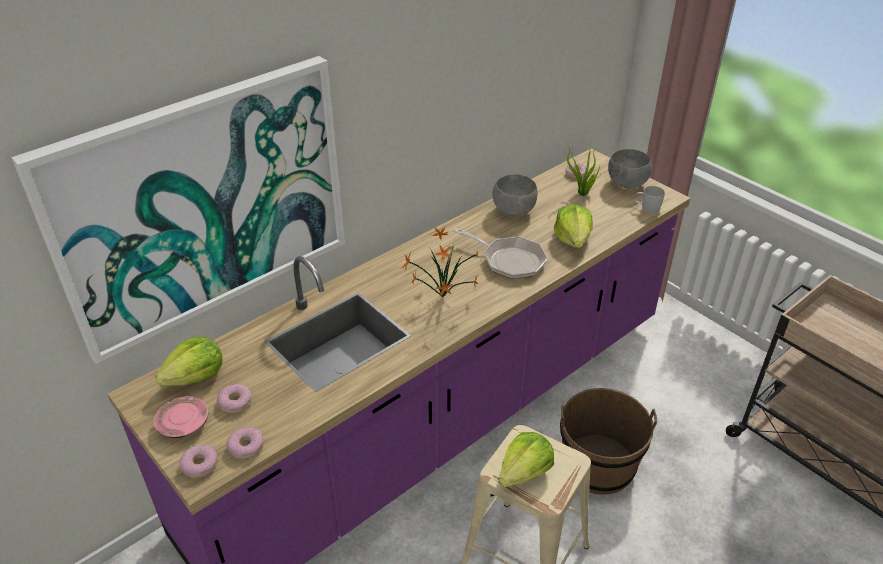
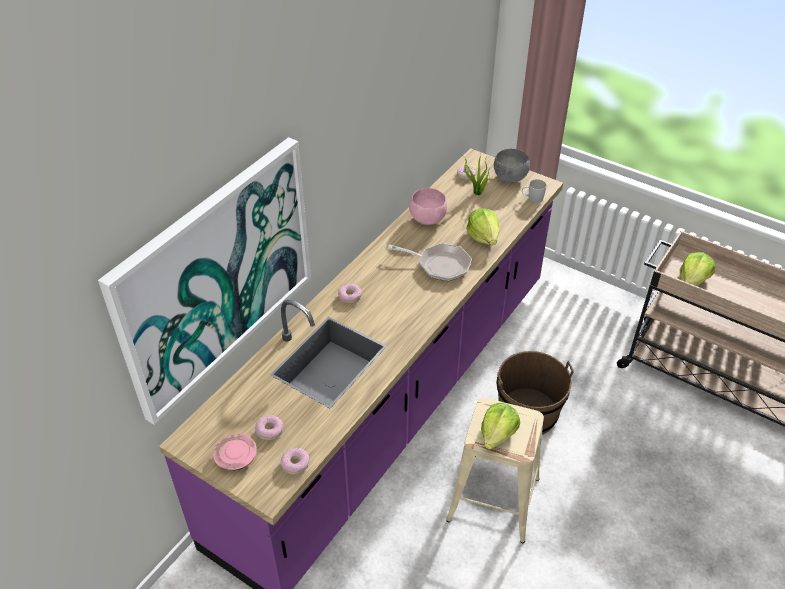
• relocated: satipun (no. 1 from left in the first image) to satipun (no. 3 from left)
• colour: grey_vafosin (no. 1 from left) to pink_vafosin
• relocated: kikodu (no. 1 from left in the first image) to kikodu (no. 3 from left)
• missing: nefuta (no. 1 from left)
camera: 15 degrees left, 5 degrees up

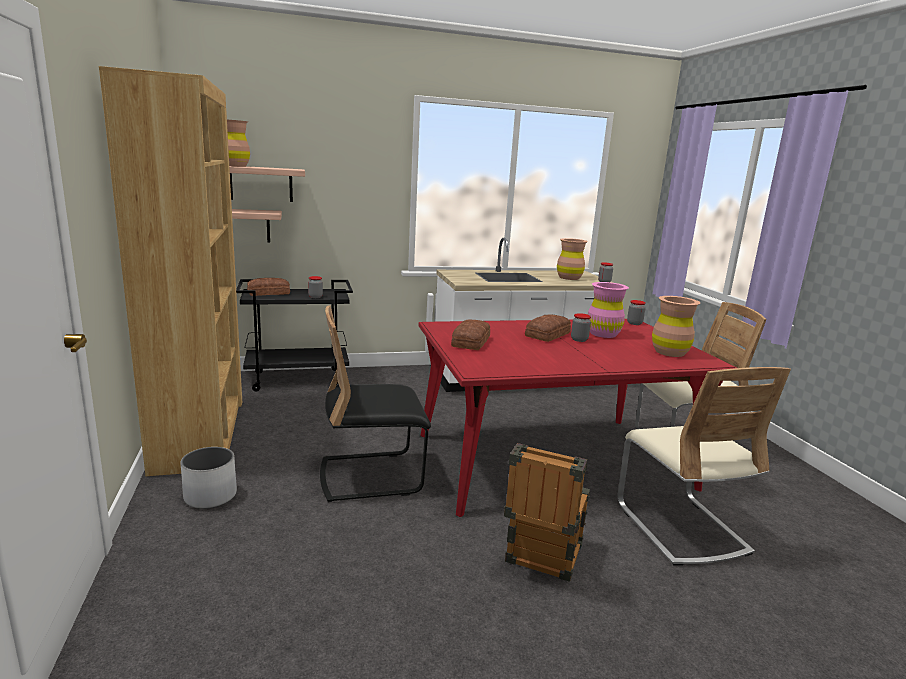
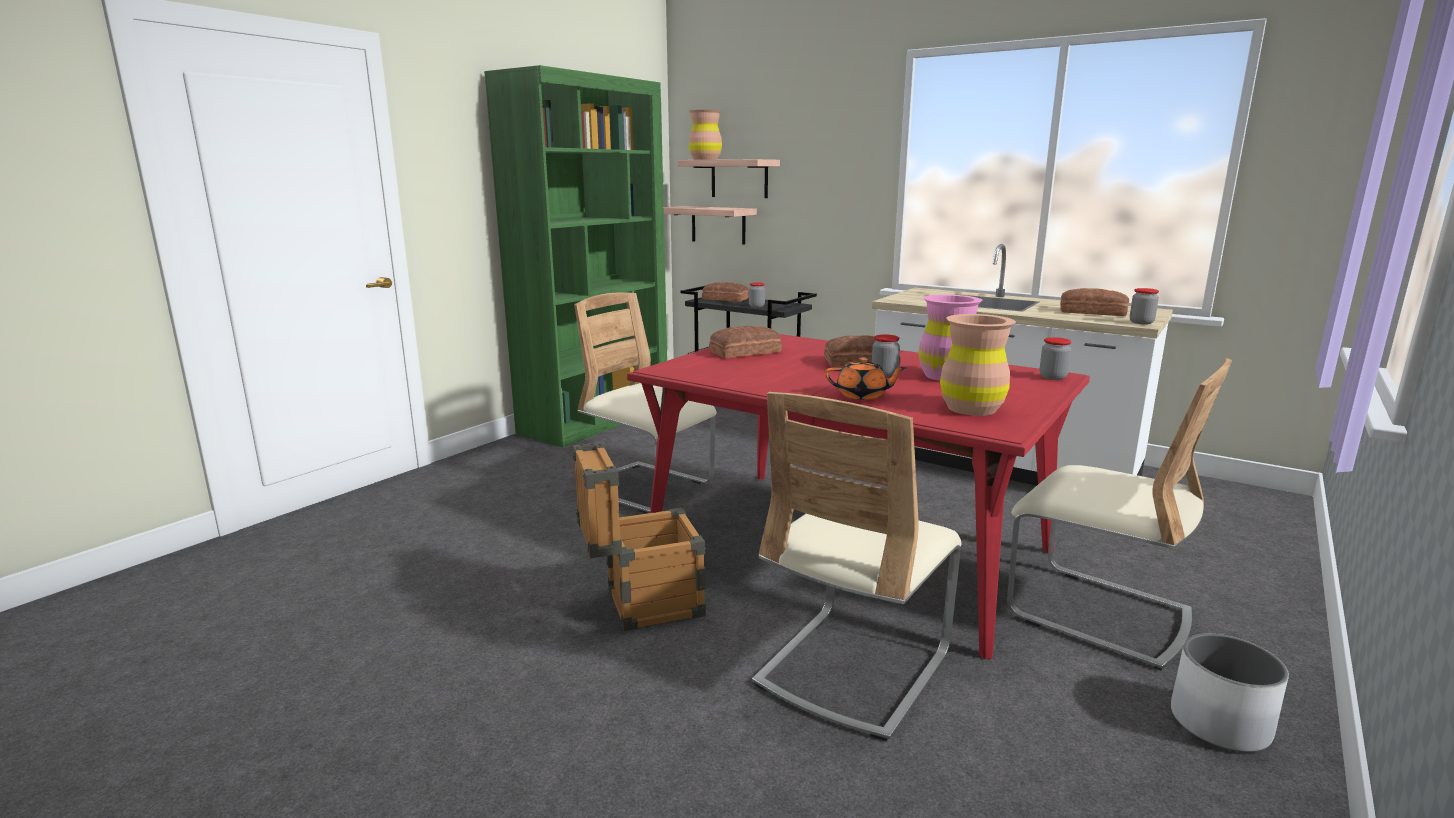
• colour: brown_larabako to green_larabako
• colour: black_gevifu to beige_gevifu (no. 1 from left)
• appeared: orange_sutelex
• exchanged: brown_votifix (no. 2 from left) to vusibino (no. 4 from left)
• relocated: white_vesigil
camera: 50 degrees right, 0 degrees up

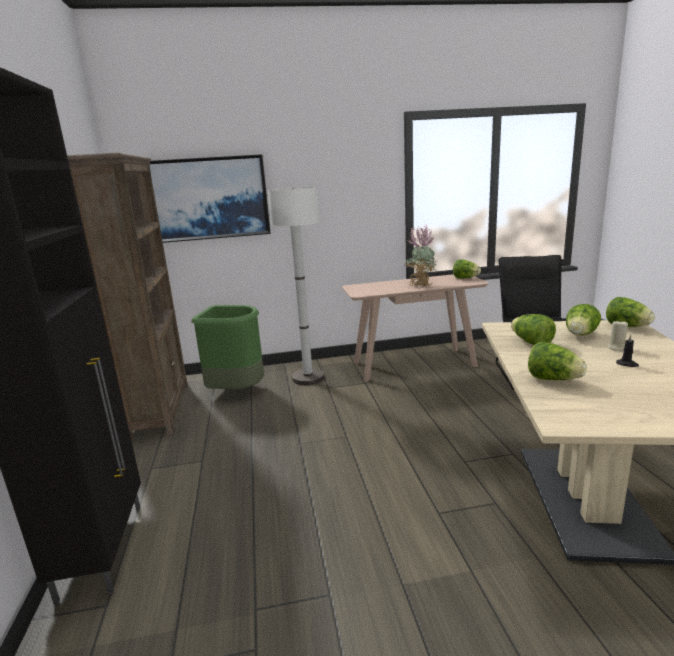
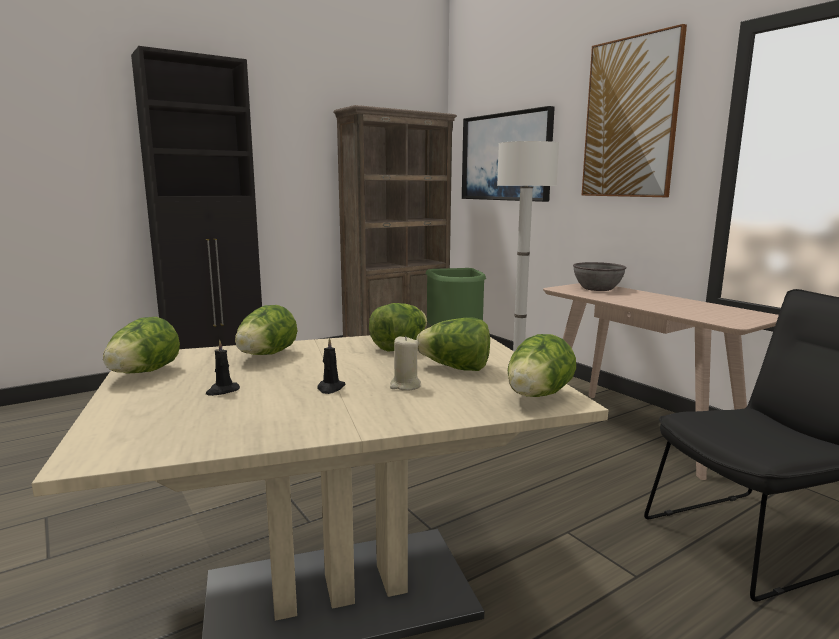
• relocated: kikodu (no. 1 from left)
• appeared: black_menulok (no. 1 from left)
• appeared: grey_vafosin
• appeared: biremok (no. 2 from left)
• missing: nefuta
camera: 65 degrees right, 5 degrees down

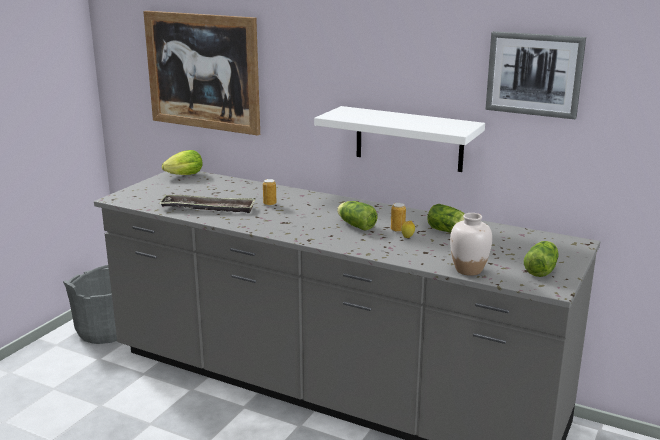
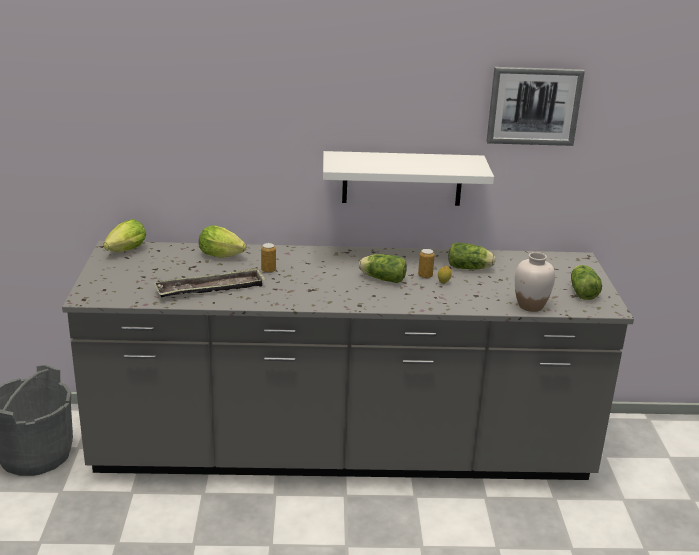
• appeared: kikodu (no. 2 from left)
• missing: biremok (no. 1 from left)
camera: 30 degrees left, 5 degrees up

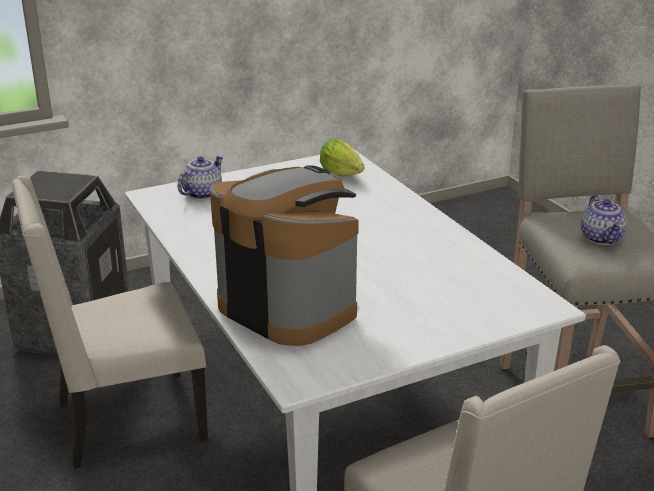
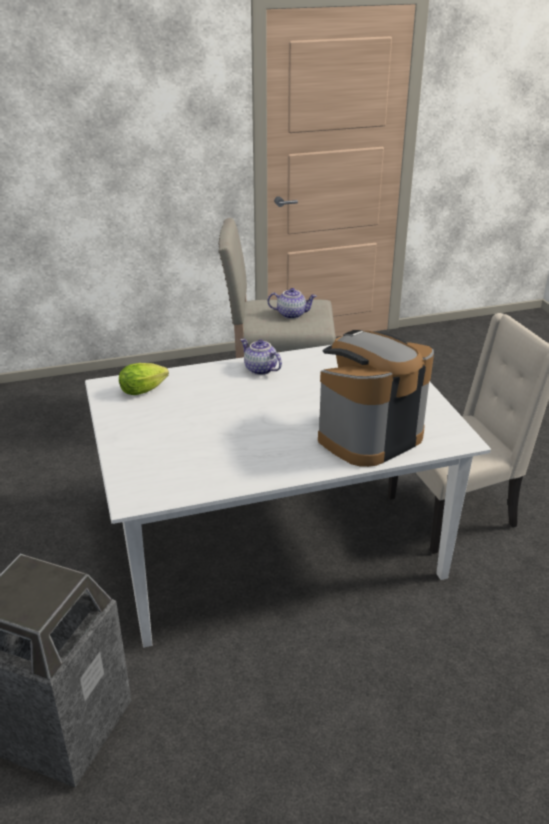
• relocated: sutelex (no. 1 from left)
• missing: beige_gevifu (no. 1 from left)
camera: 80 degrees left, 5 degrees up

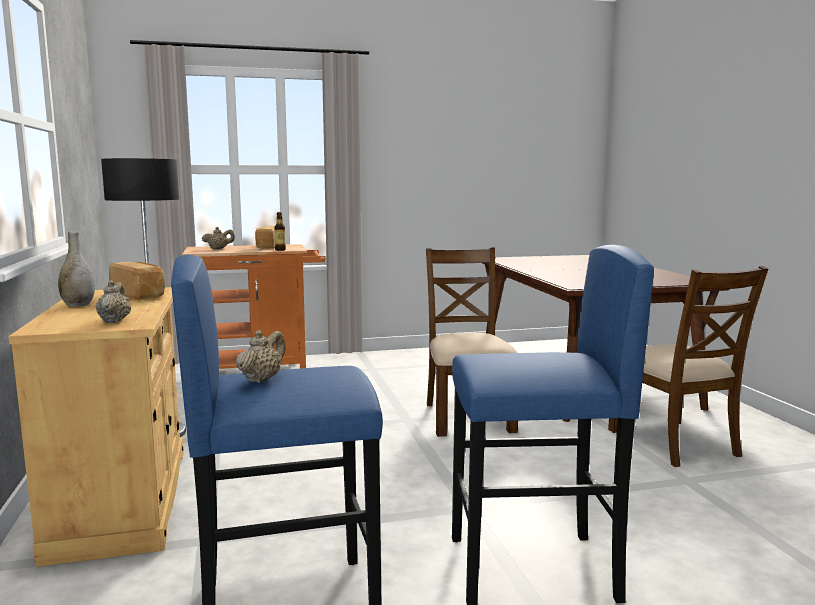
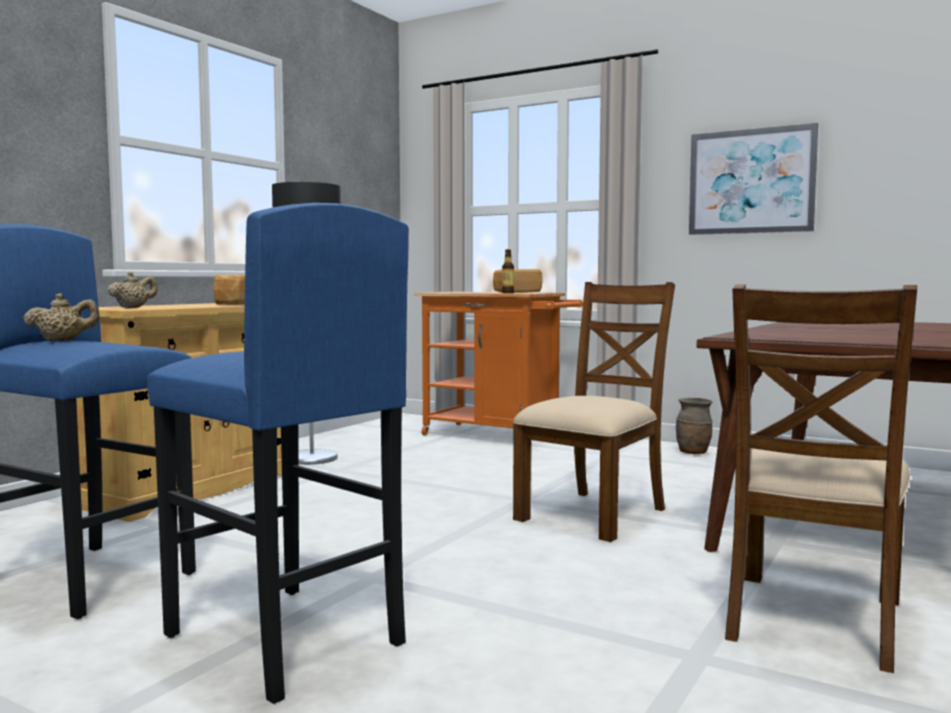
• appeared: brown_votifix
• appeared: biremok
• missing: grey_votifix
• missing: beige_sutelex (no. 2 from left)
camera: 45 degrees right, 5 degrees down

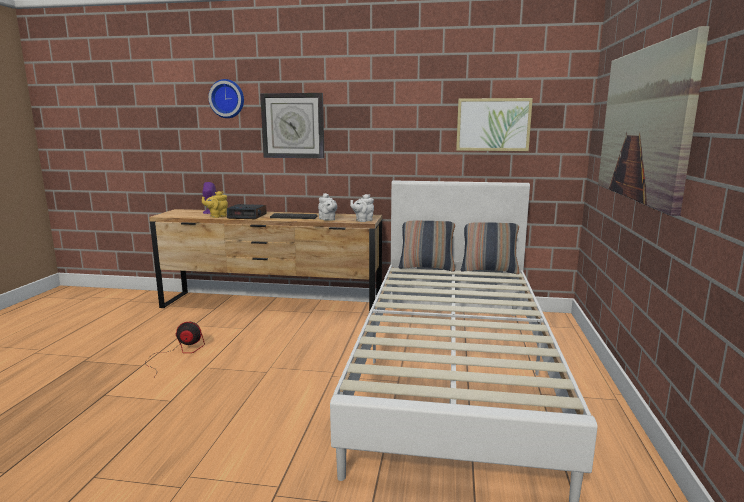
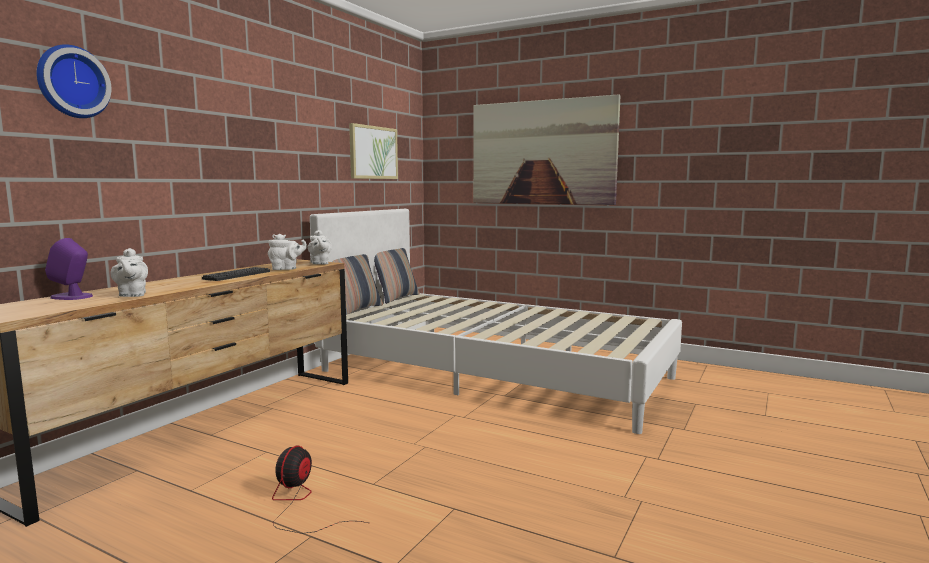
• colour: yellow_sutelex to white_sutelex (no. 1 from left)
• missing: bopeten
• missing: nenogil (no. 2 from left)
camera: 70 degrees left, 5 degrees down

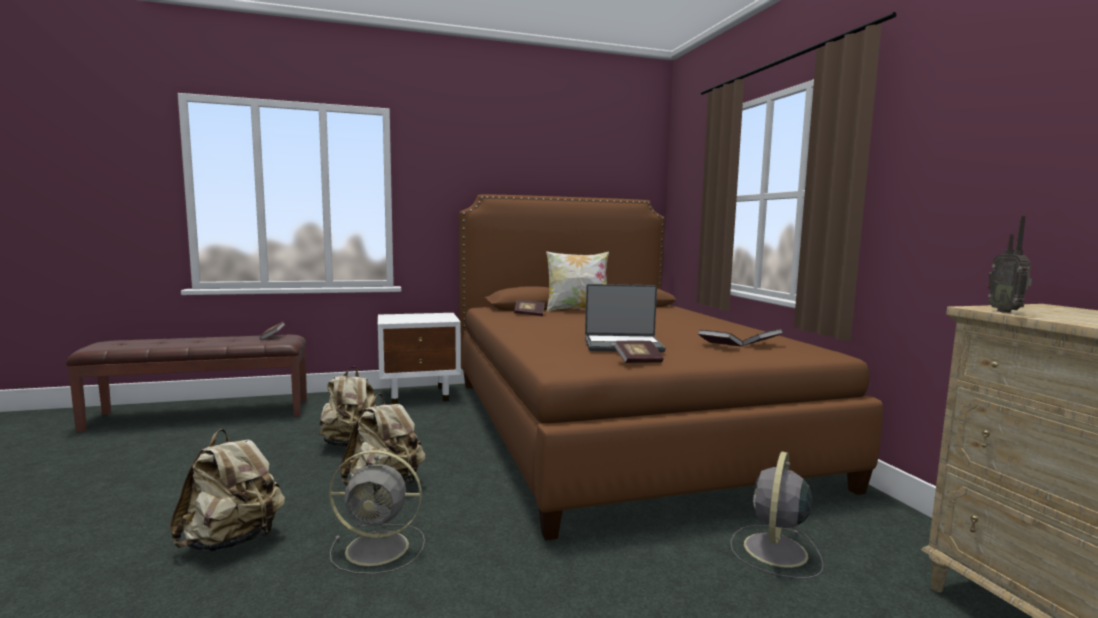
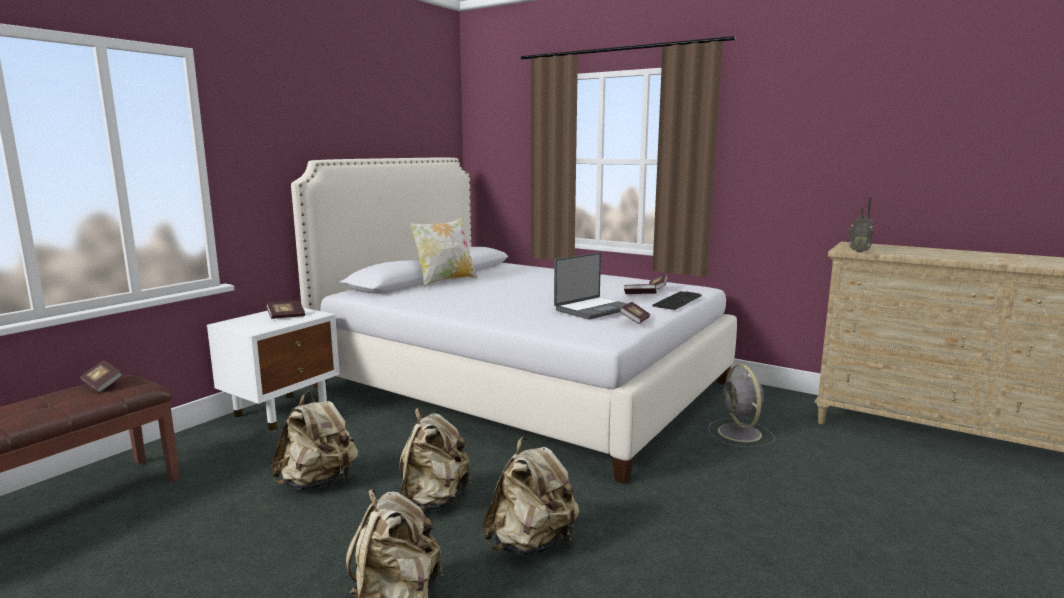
• relocated: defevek (no. 2 from left)
• colour: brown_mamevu to white_mamevu
• exchanged: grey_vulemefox (no. 1 from left) to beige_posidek (no. 4 from left)
• appeared: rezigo
camera: 40 degrees left, 5 degrees up

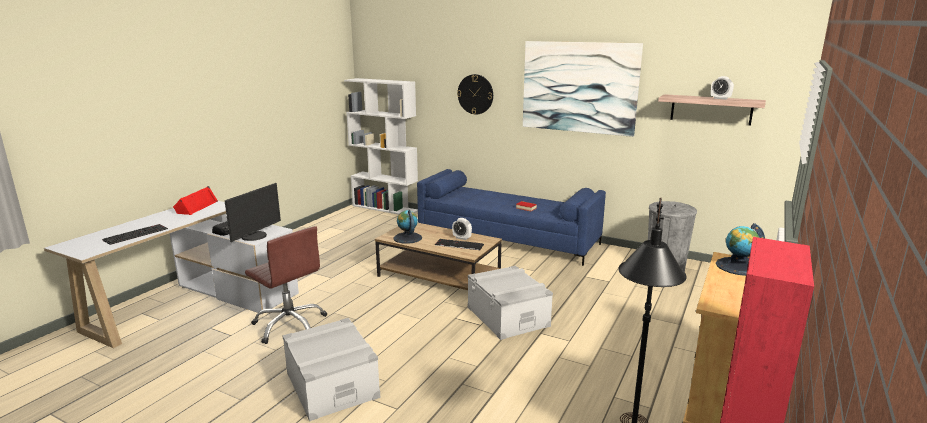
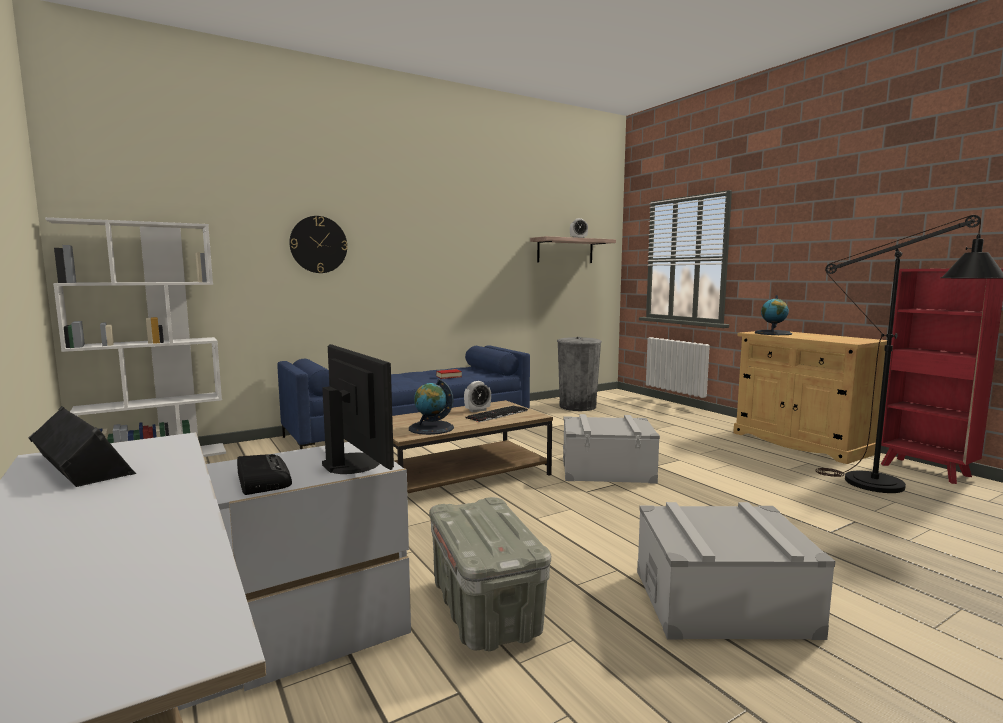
• colour: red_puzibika to black_puzibika
• exchanged: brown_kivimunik to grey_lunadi (no. 1 from left)
• missing: rezigo (no. 1 from left)
• missing: biremok
camera: 60 degrees left, 10 degrees down

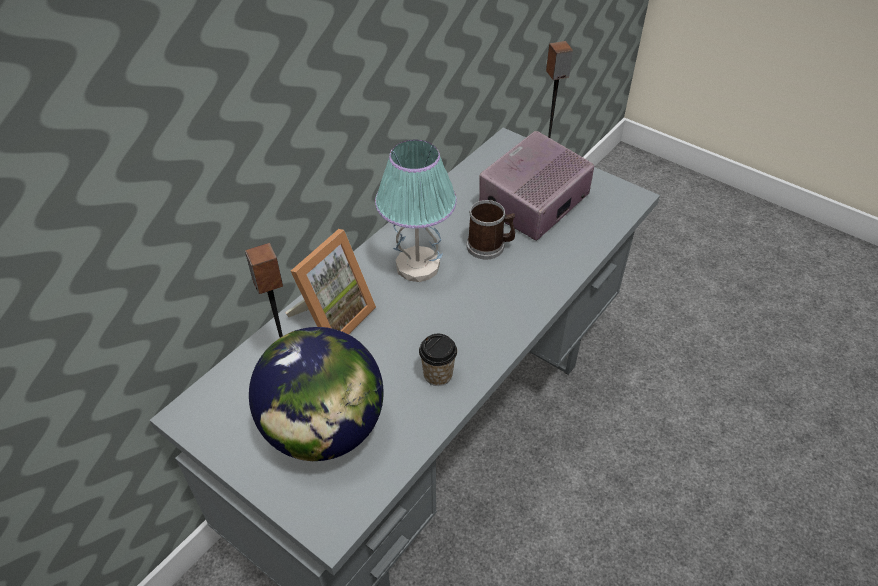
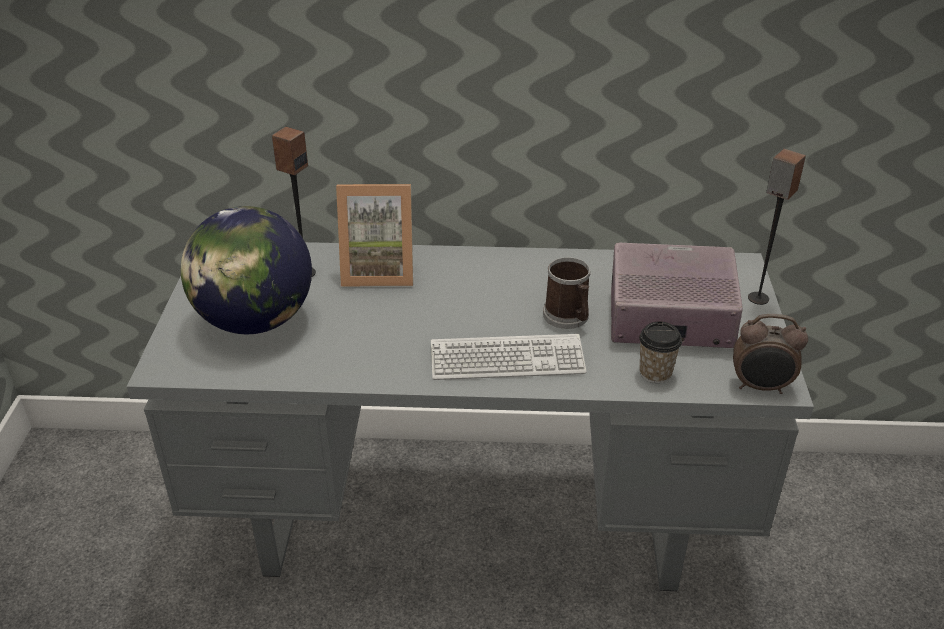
• appeared: rezigo
• relocated: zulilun
• appeared: bopeten
• missing: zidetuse
camera: 55 degrees right, 10 degrees down

